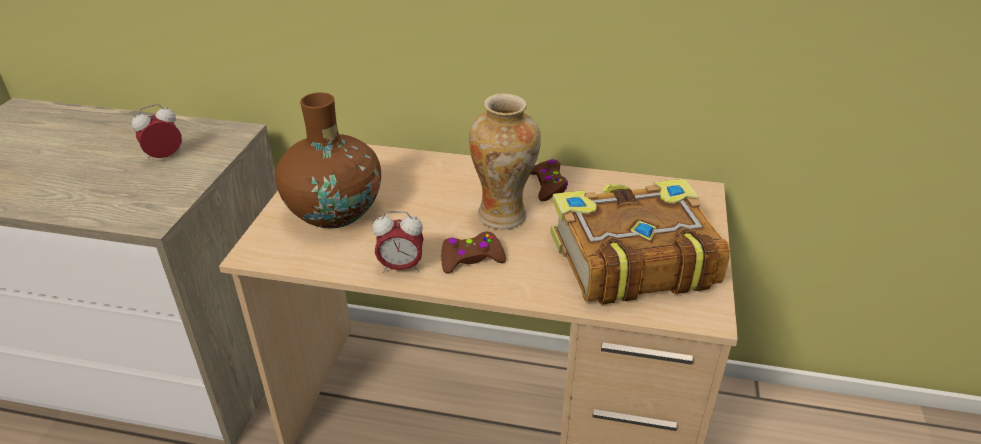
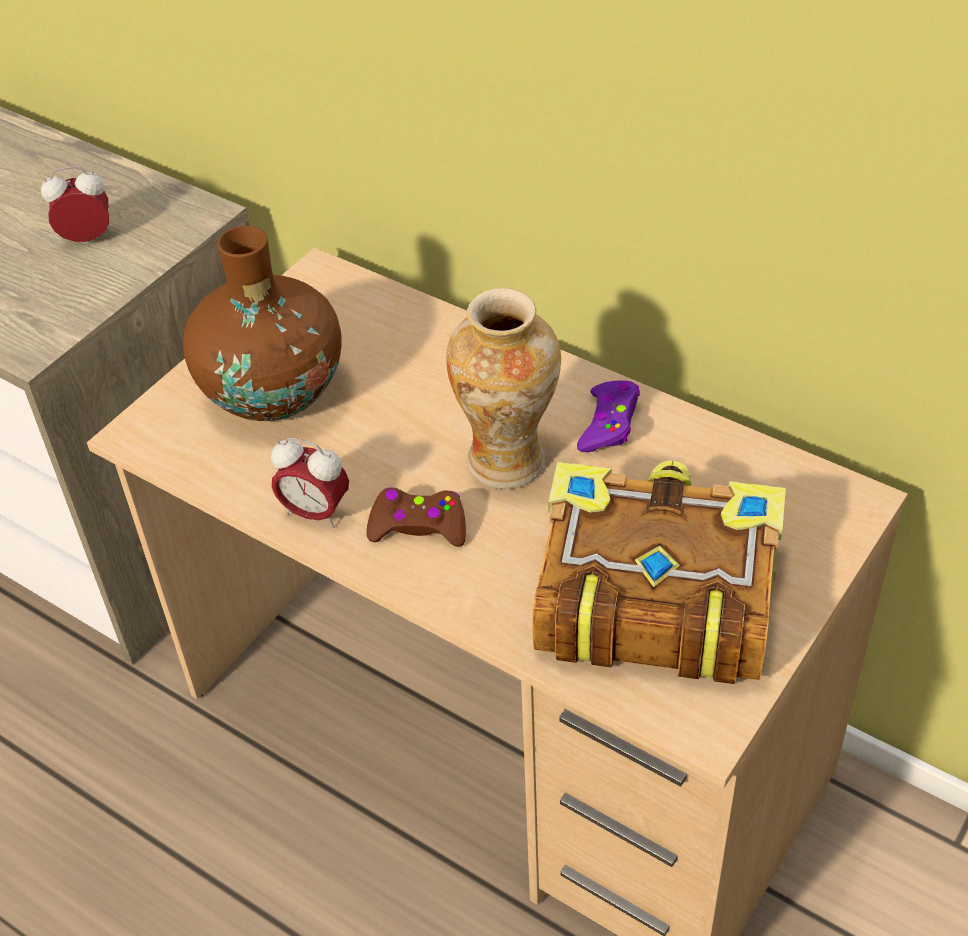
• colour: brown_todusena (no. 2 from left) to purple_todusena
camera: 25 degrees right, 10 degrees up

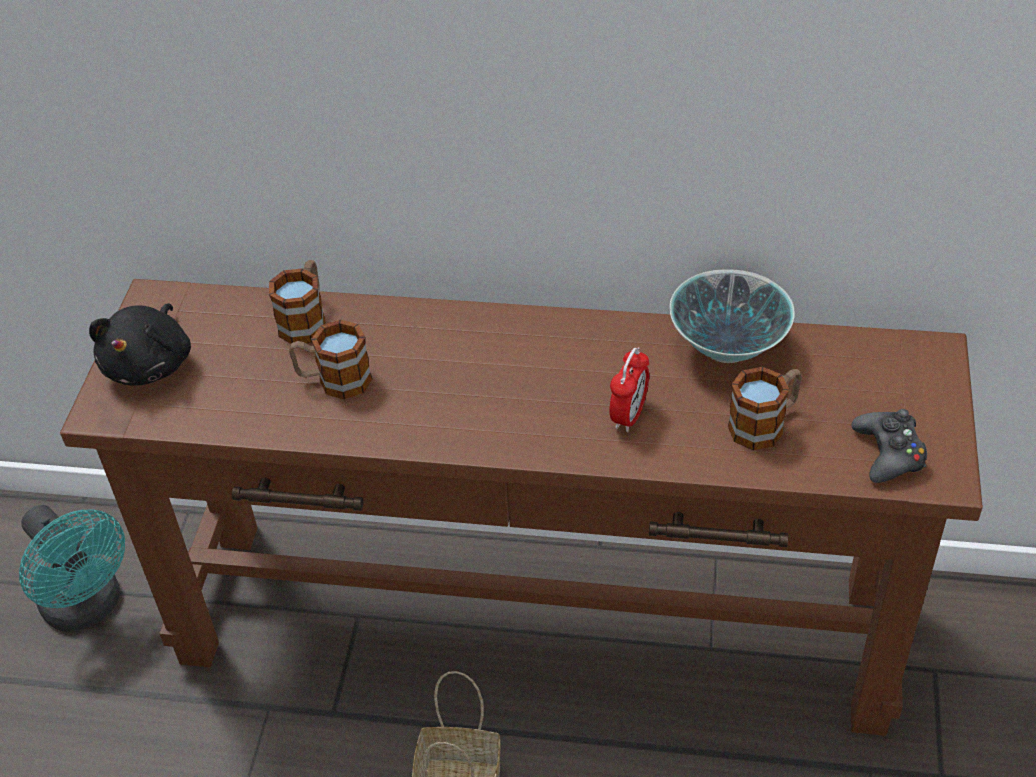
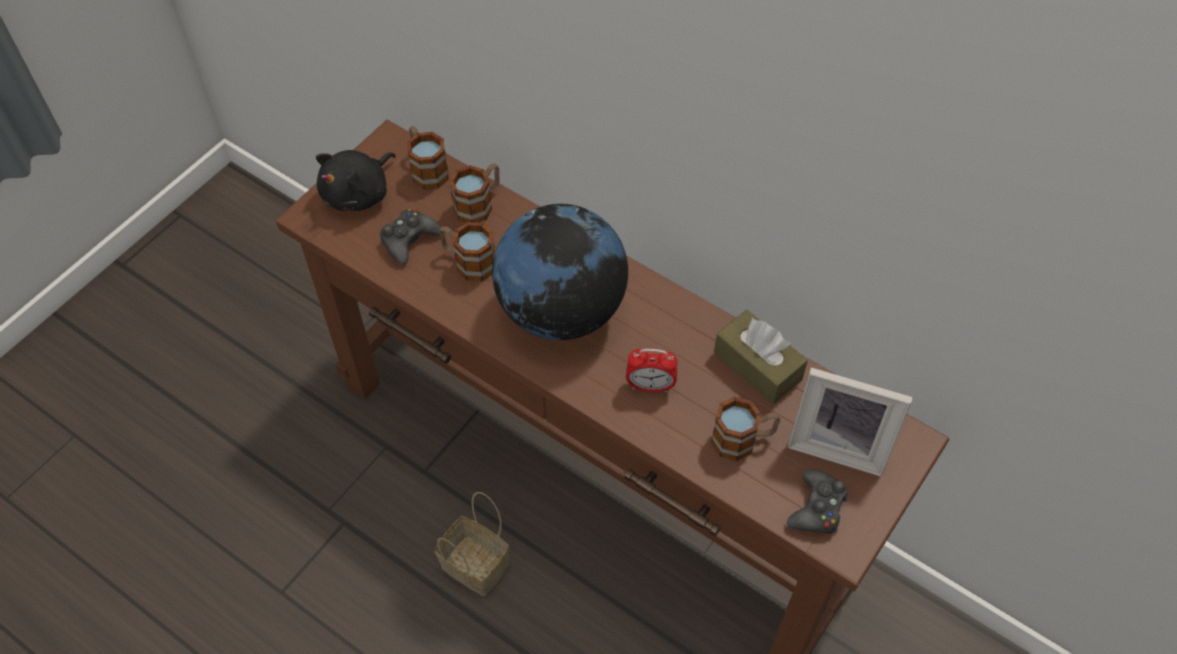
• appeared: black_todusena (no. 1 from left)
• appeared: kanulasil (no. 1 from left)
• appeared: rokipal
• spun: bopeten 45 degrees clockwise
• exchanged: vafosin to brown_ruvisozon
• appeared: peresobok
• missing: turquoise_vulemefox
camera: 25 degrees right, 10 degrees up

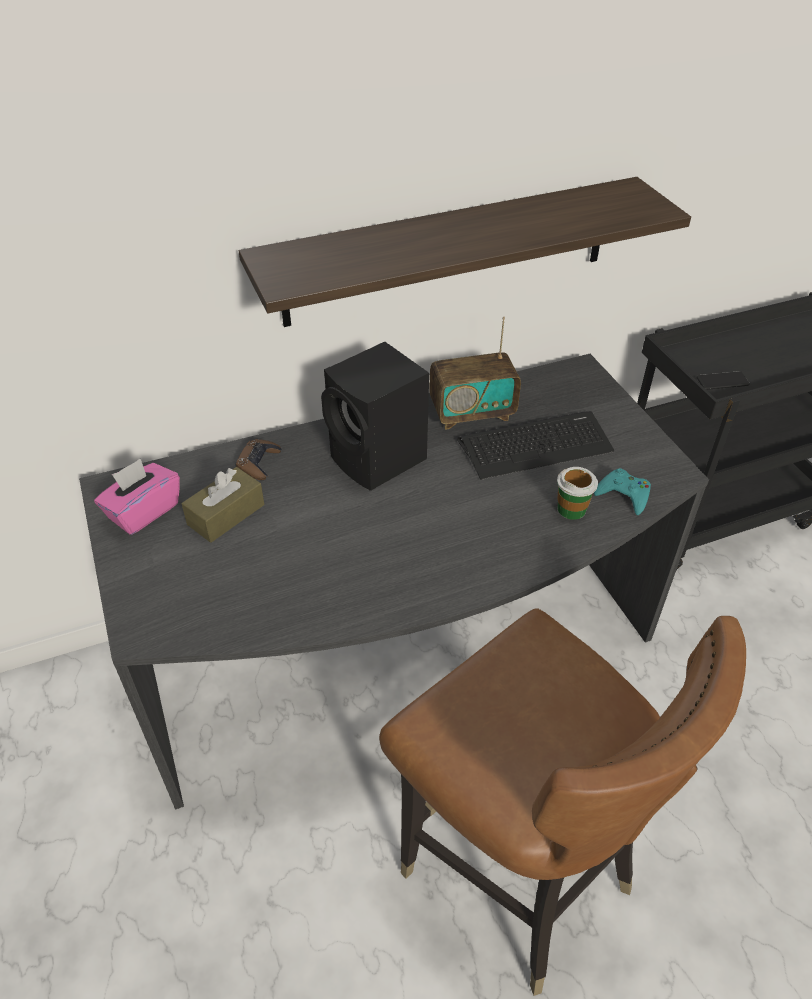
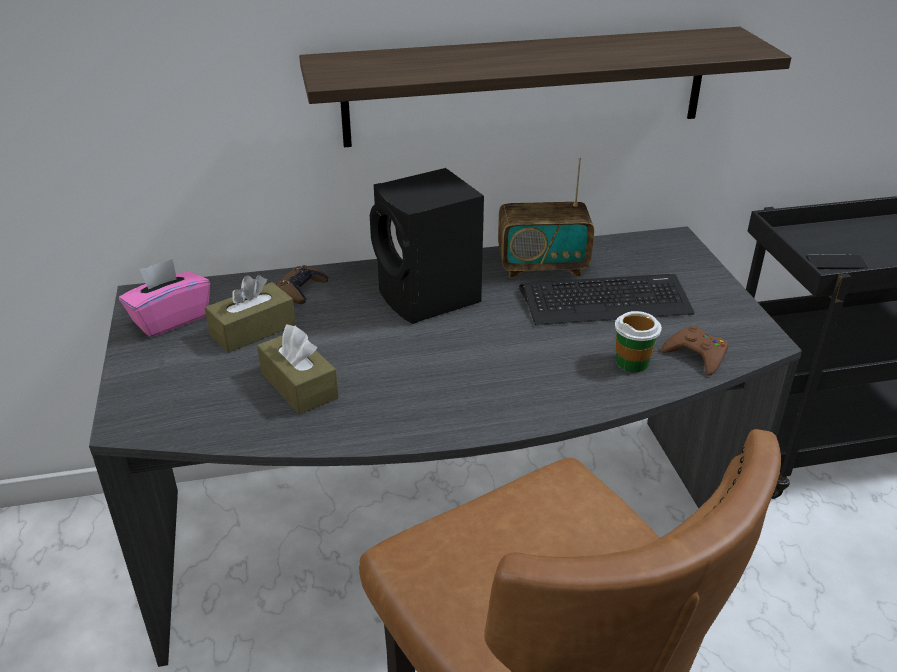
• appeared: brown_ruvisozon (no. 2 from left)
• colour: turquoise_todusena to brown_todusena (no. 2 from left)
camera: 10 degrees right, 10 degrees down

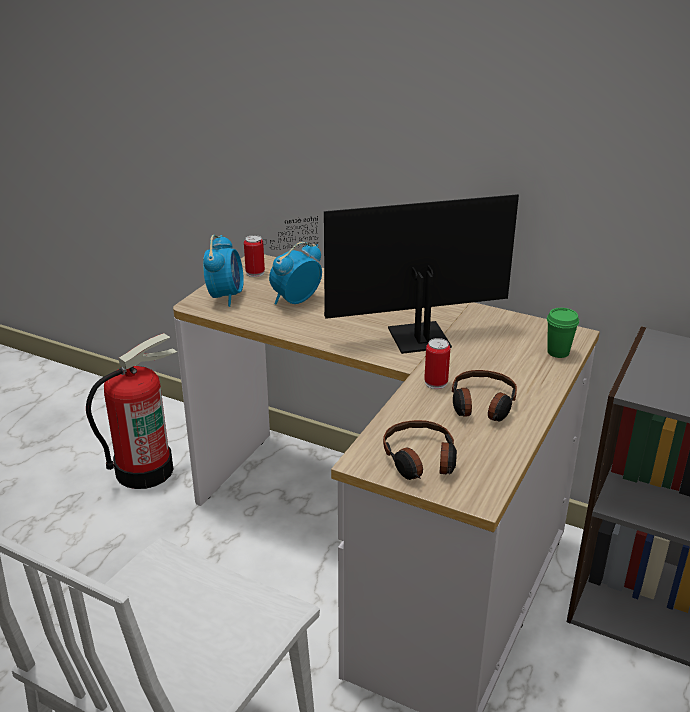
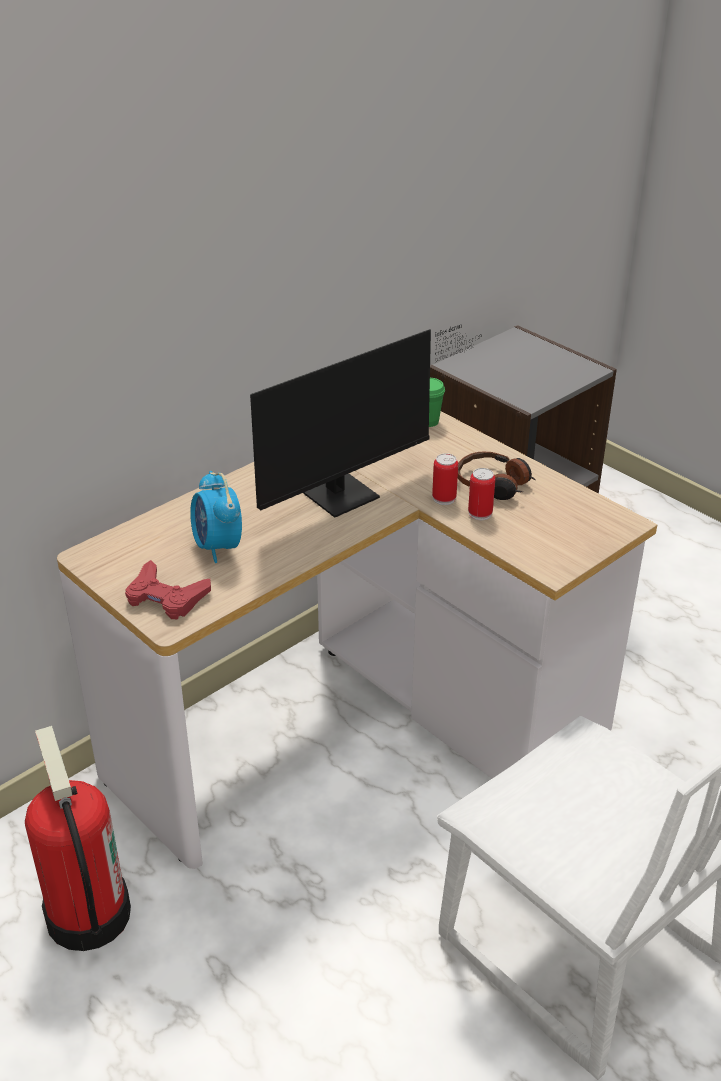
• exchanged: bopeten (no. 1 from left) to red_todusena
• spun: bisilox 135 degrees counterclockwise
• relocated: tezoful (no. 1 from left in the first image) to tezoful (no. 2 from left)
• missing: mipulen (no. 1 from left)
camera: 70 degrees left, 5 degrees up

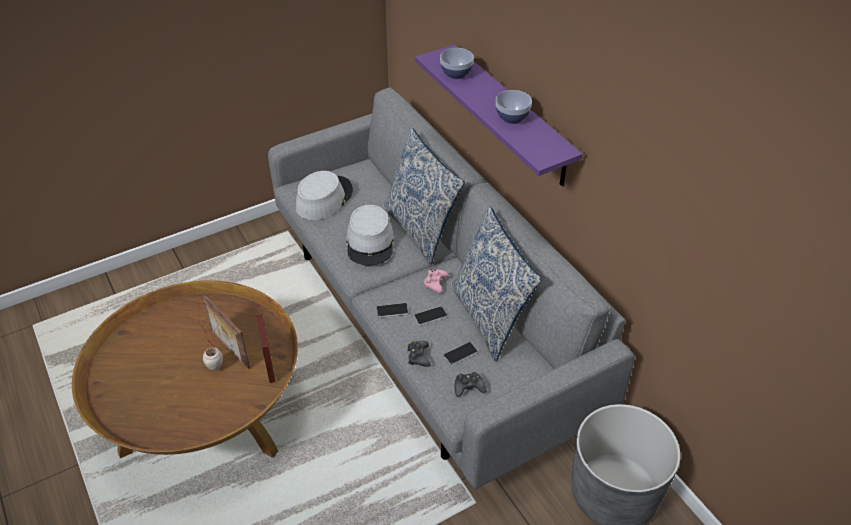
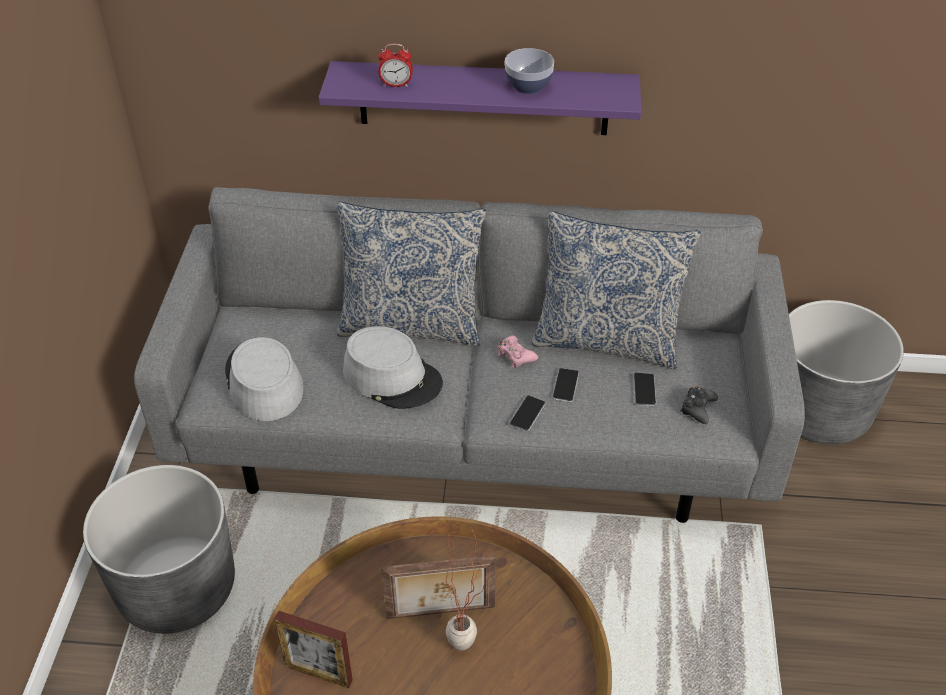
• appeared: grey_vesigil (no. 1 from left)
• relocated: peresobok (no. 2 from left in the first image) to peresobok (no. 1 from left)
• exchanged: vafosin (no. 1 from left) to bopeten
• missing: black_todusena (no. 1 from left)
camera: 55 degrees left, 0 degrees up

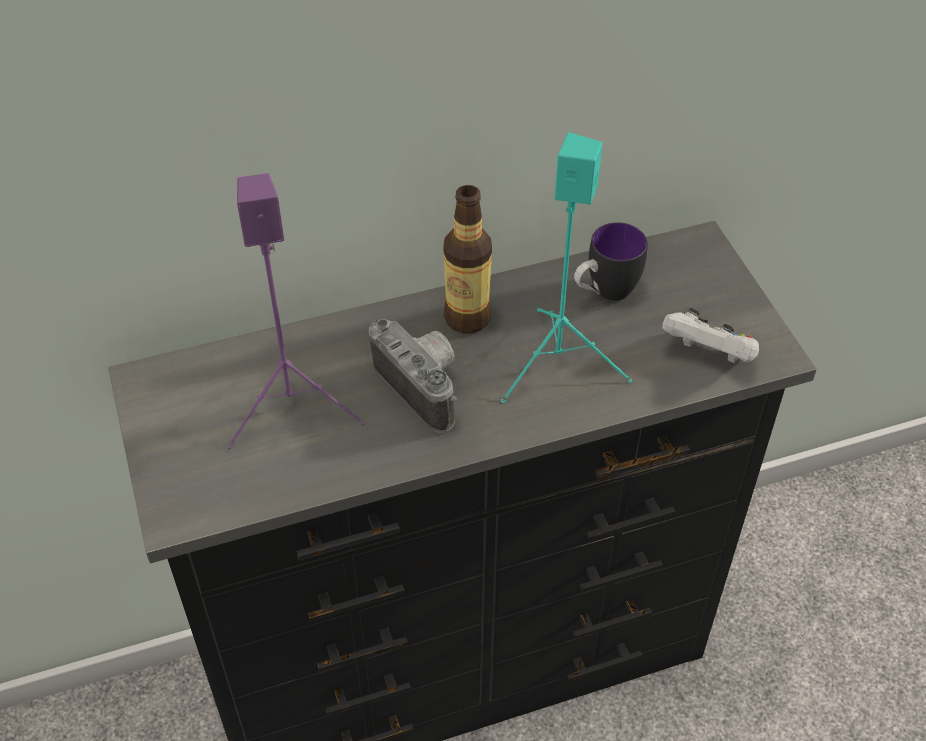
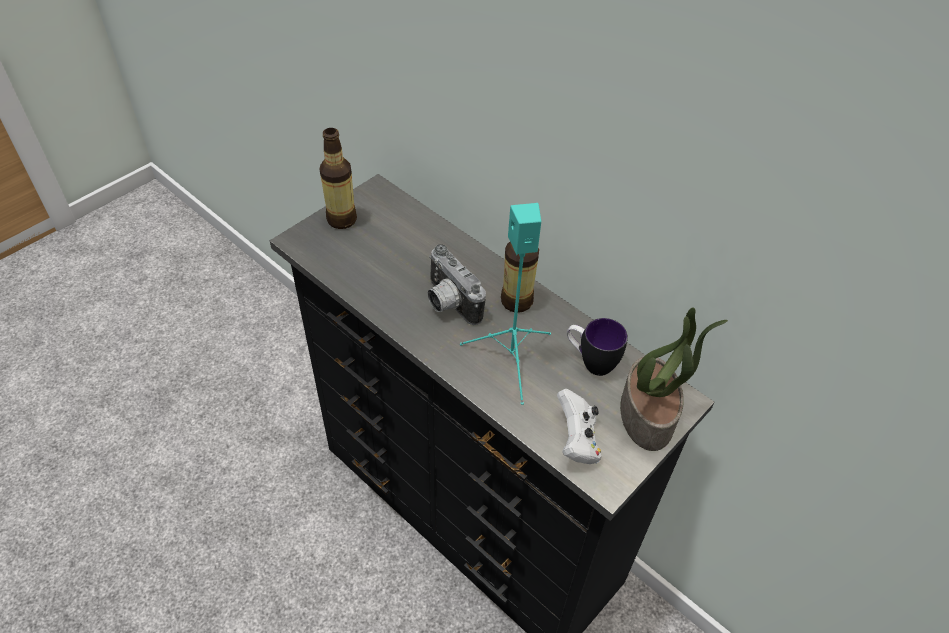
• appeared: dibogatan (no. 1 from left)
• spun: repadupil 120 degrees clockwise
• appeared: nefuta
• missing: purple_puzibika
camera: 60 degrees right, 0 degrees up

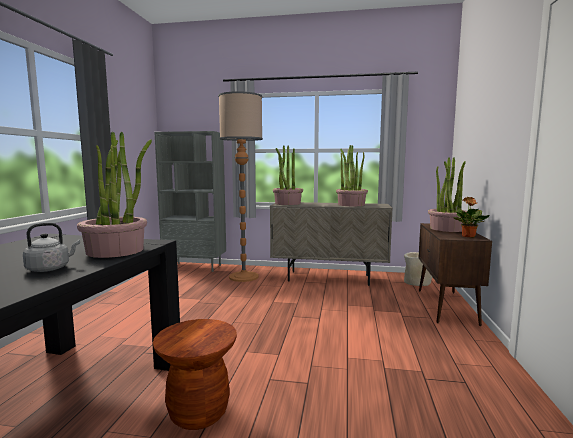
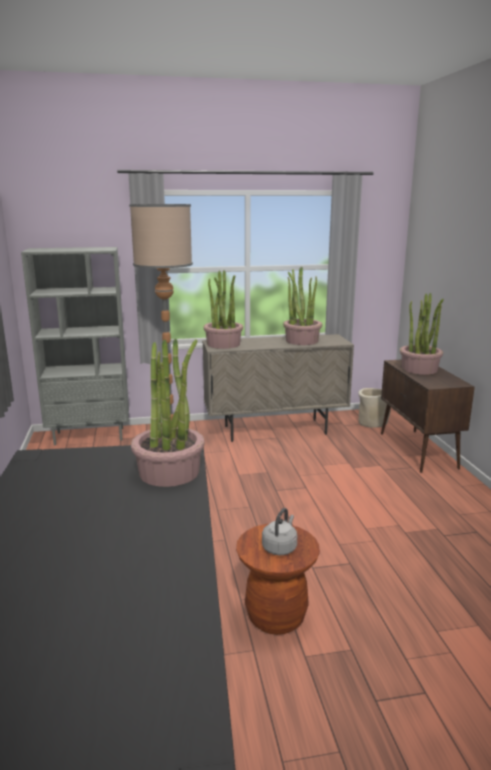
• relocated: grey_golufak
• missing: nefuta (no. 5 from left)
camera: 20 degrees left, 10 degrees up

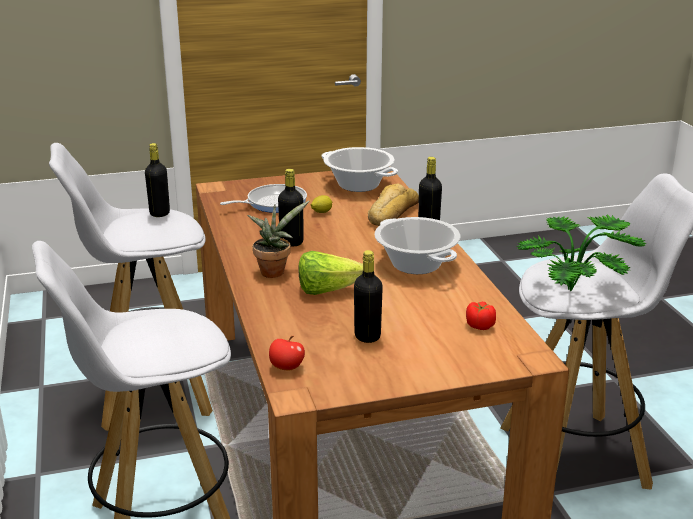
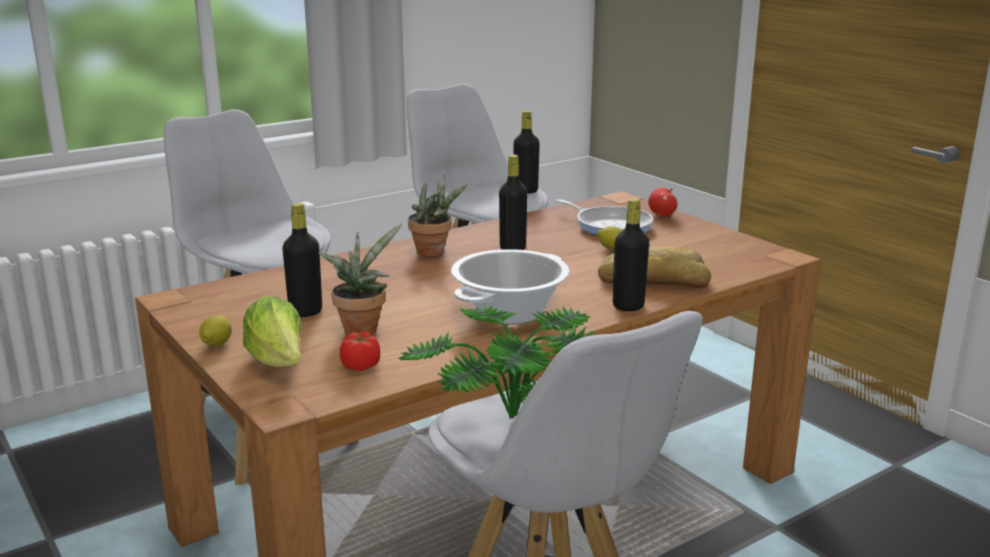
• appeared: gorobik (no. 1 from left)
• relocated: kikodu
• appeared: nefuta (no. 1 from left)
• relocated: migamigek
• missing: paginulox (no. 1 from left)
camera: 70 degrees right, 5 degrees down

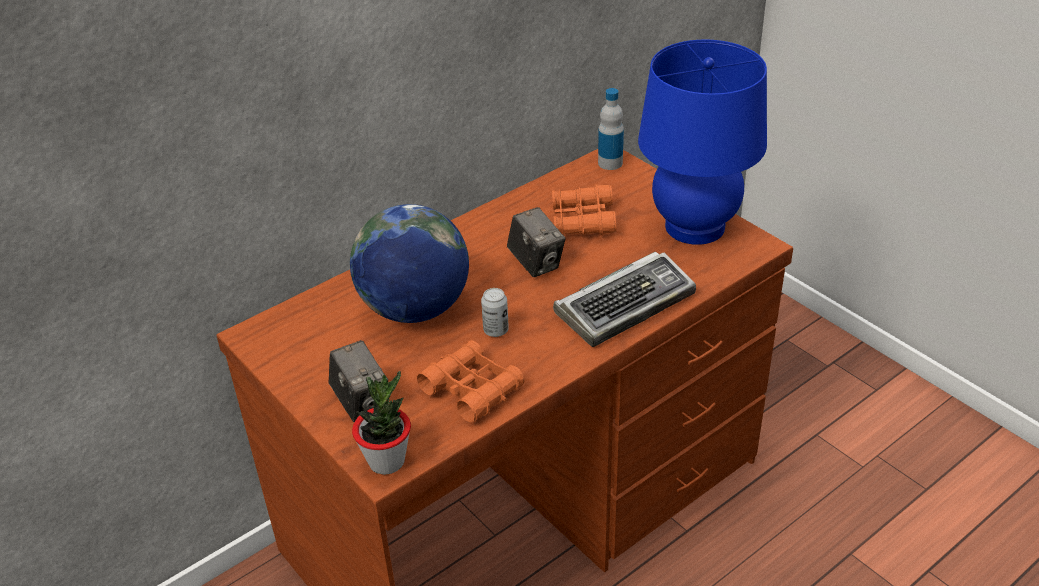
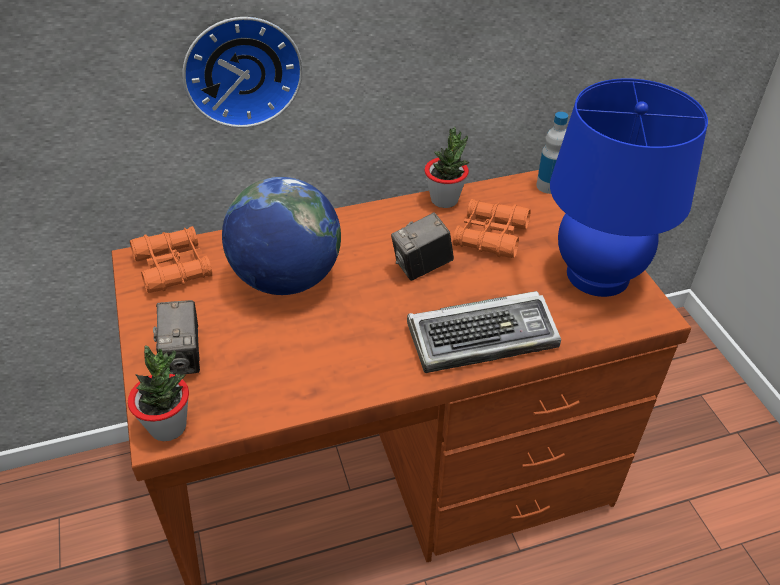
• relocated: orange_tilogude (no. 1 from left)
• appeared: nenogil
• spun: repadupil (no. 2 from left) 75 degrees clockwise
• appeared: nefuta (no. 2 from left)
• missing: tezoful
camera: 20 degrees right, 5 degrees up

